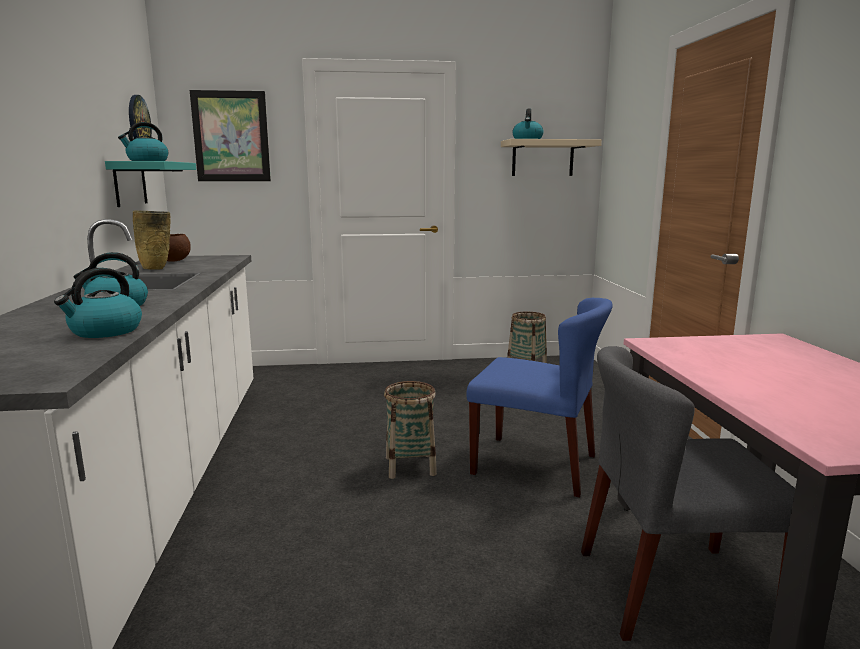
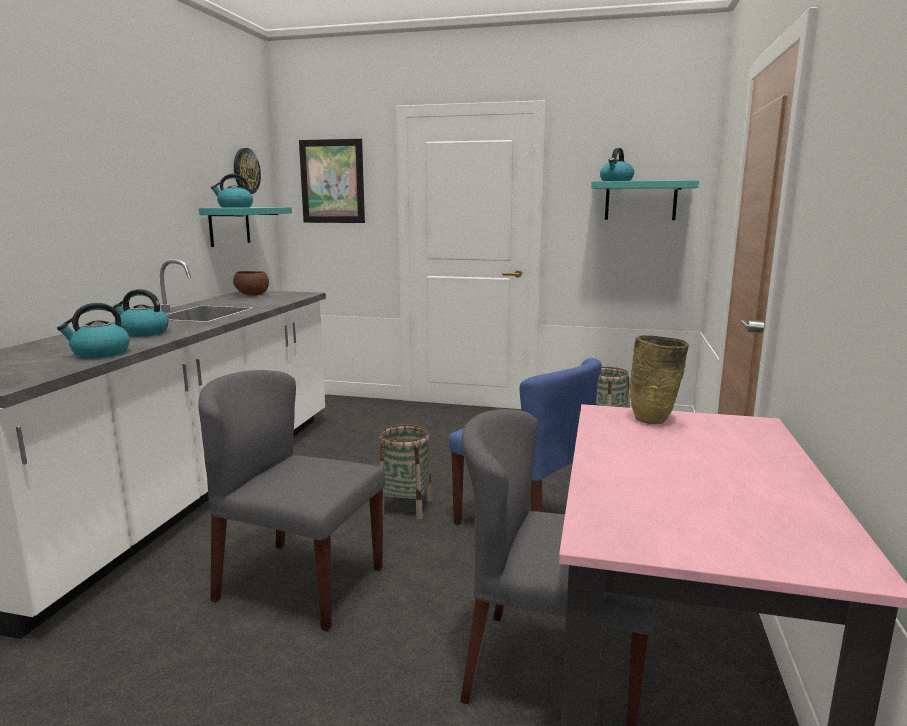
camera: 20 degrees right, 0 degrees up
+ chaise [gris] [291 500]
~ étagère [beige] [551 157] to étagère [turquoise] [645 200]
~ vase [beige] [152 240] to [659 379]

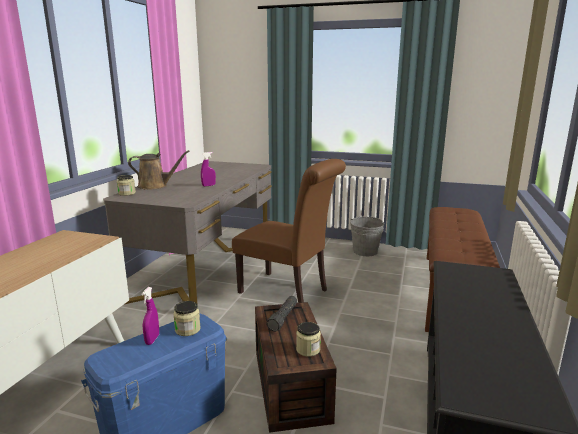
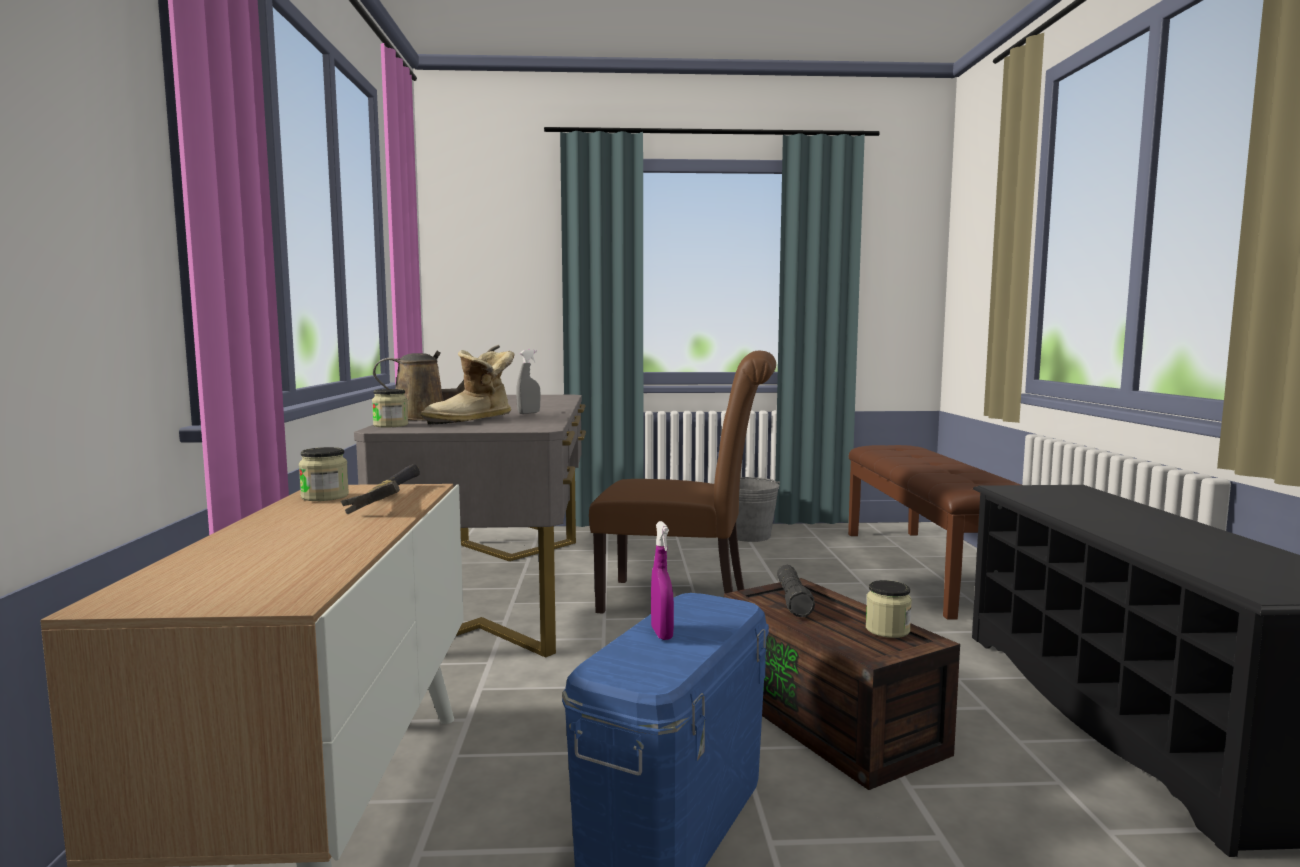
camera: 20 degrees left, 10 degrees down
~ bocal [187 318] to [324 474]
+ marteau [380 489]
+ botte [468 387]
~ vaporisateur [violet] [208 169] to vaporisateur [gris] [528 382]

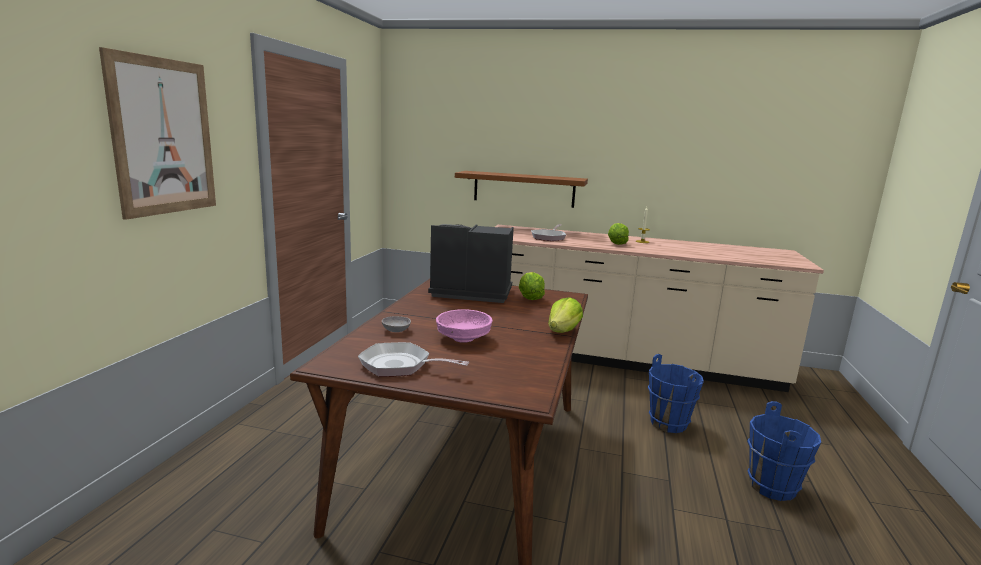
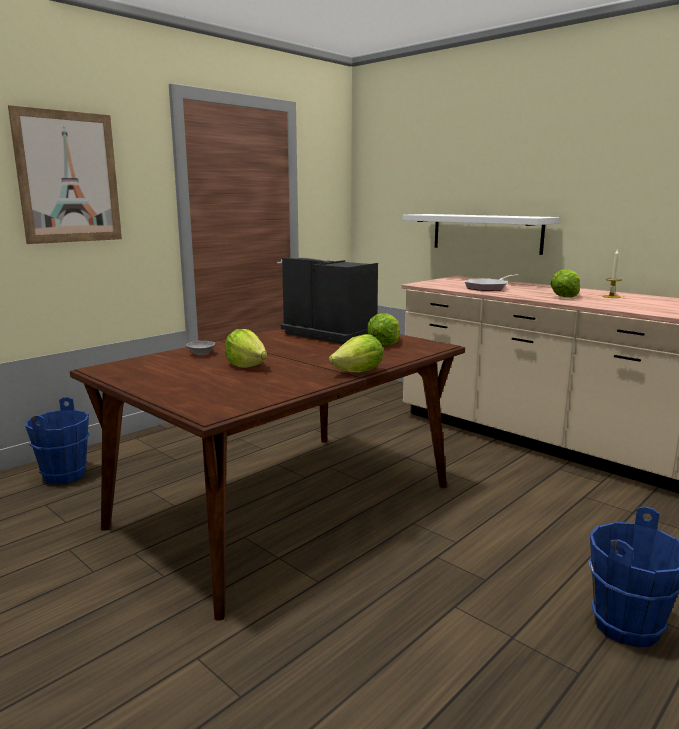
camera: 30 degrees right, 0 degrees up
~ seau [bleu] [676 393] to [57 440]
~ bol [rose] [464 326] to laitue [246 348]
~ étagère [marron] [521 189] to étagère [blanc] [481 234]
- poêle [413 359]

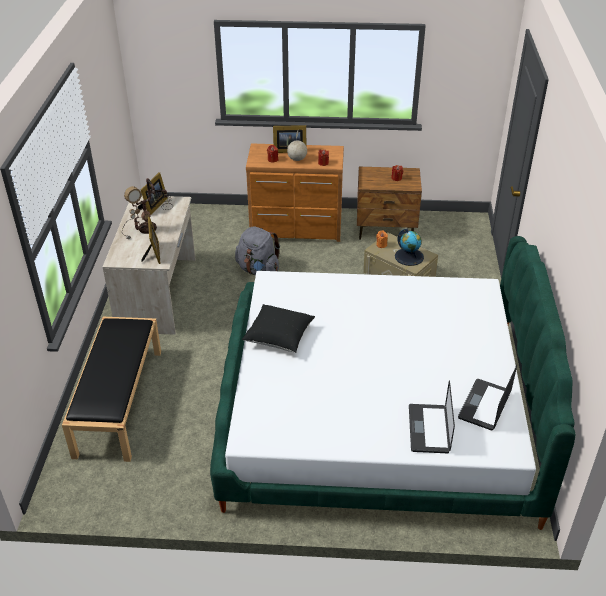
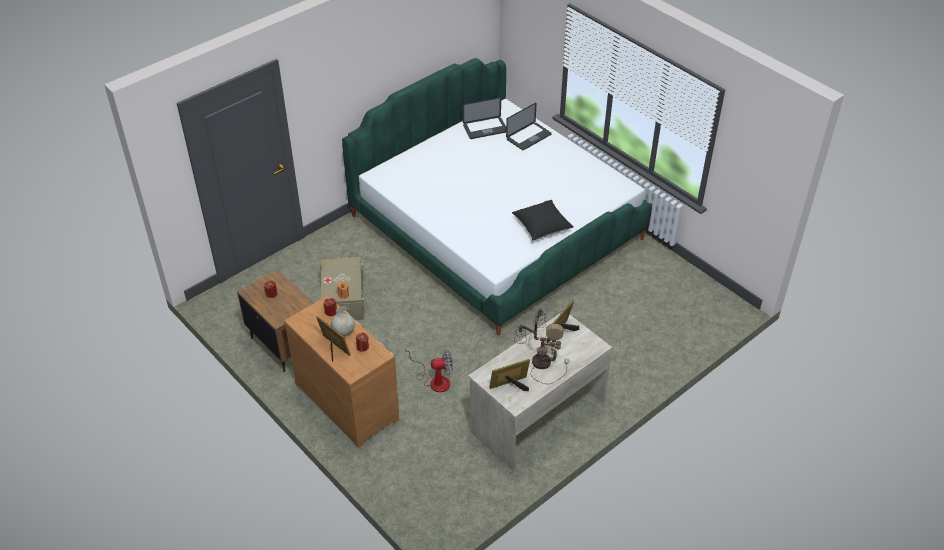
camera: 135 degrees left, 5 degrees up
~ sac à dos [gris] [257 251] to ventilateur [429 369]
- banc [noir] [111 389]
- globe [409 247]

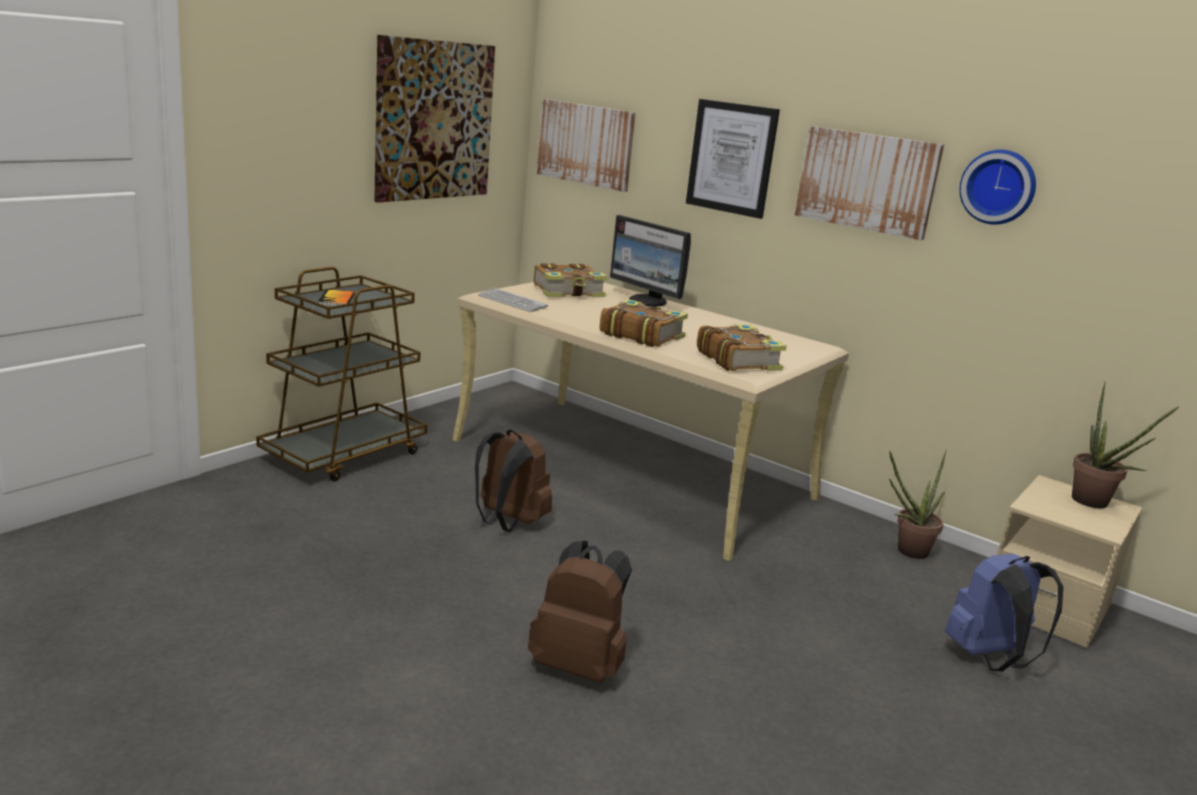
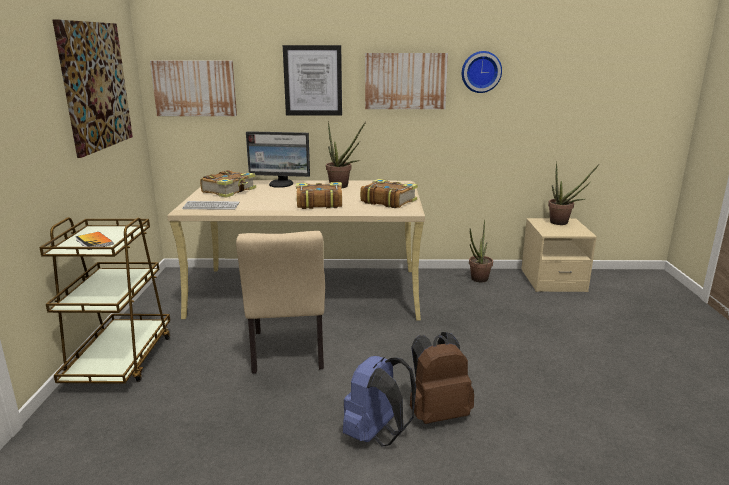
camera: 35 degrees left, 0 degrees up
~ sac à dos [marron] [513 481] to chaise [beige] [280 302]
+ plante en pot [346 154]
~ sac à dos [bleu] [1004 612] to [379 401]

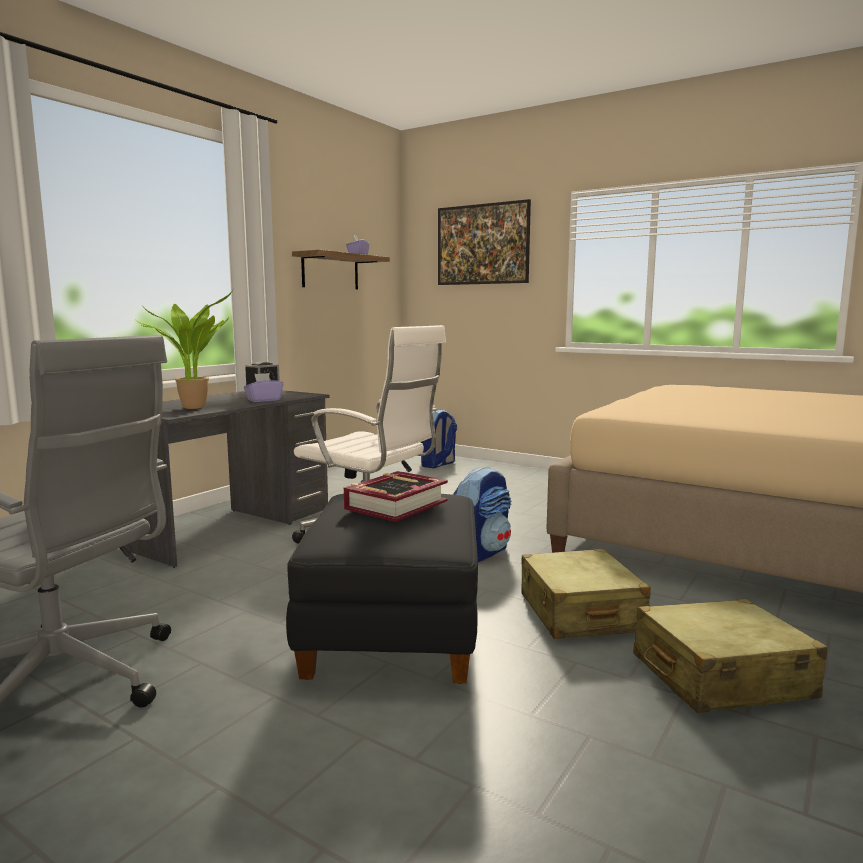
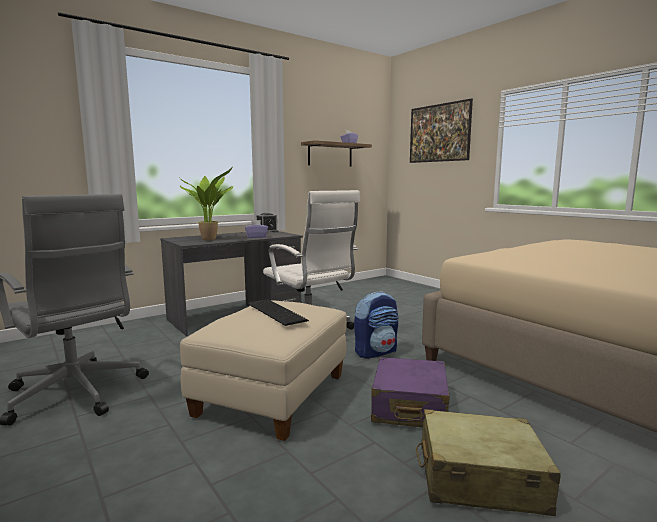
camera: 20 degrees right, 0 degrees up
~ pouf [noir] [382 589] to pouf [beige] [263 370]
~ livre [396 496] to clavier [278 312]
~ valise [beige] [586 594] to valise [violet] [410 392]
- sac à dos [439 439]

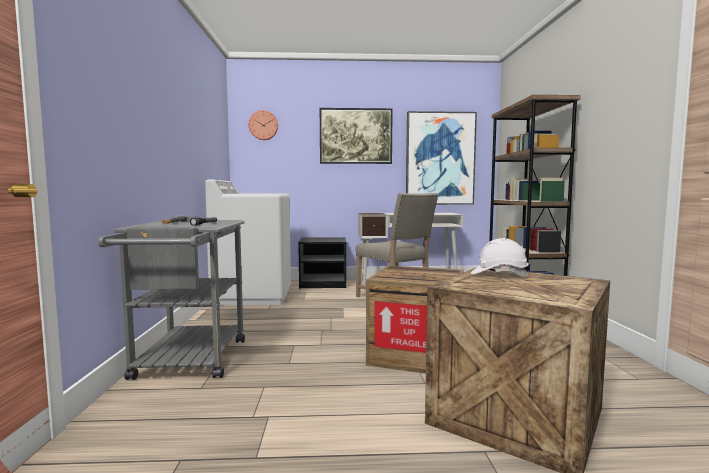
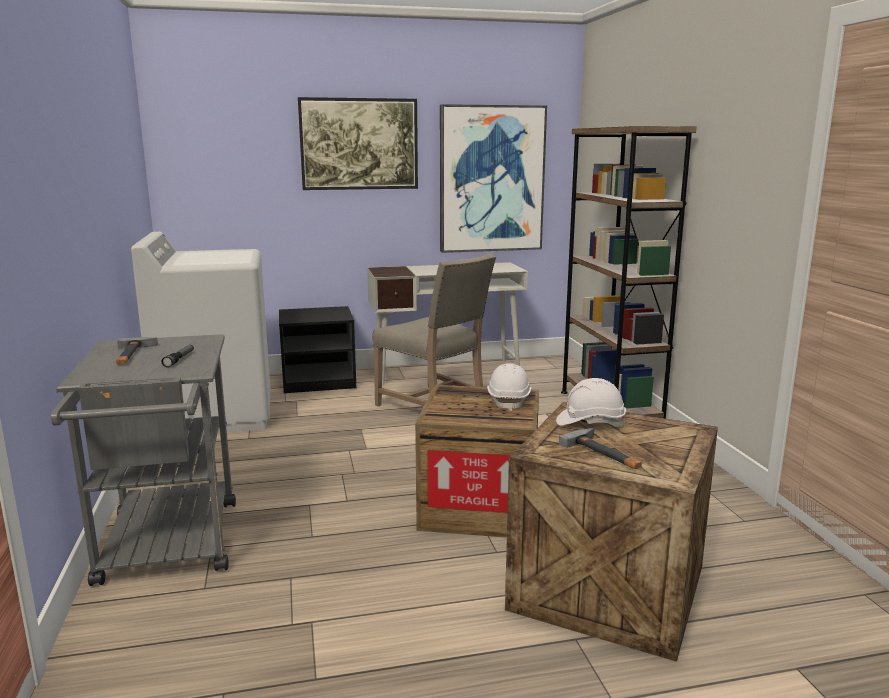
camera: 10 degrees left, 10 degrees up
+ casque de chantier [blanc] [509 387]
+ marteau [600 448]
- horloge murale [263 125]

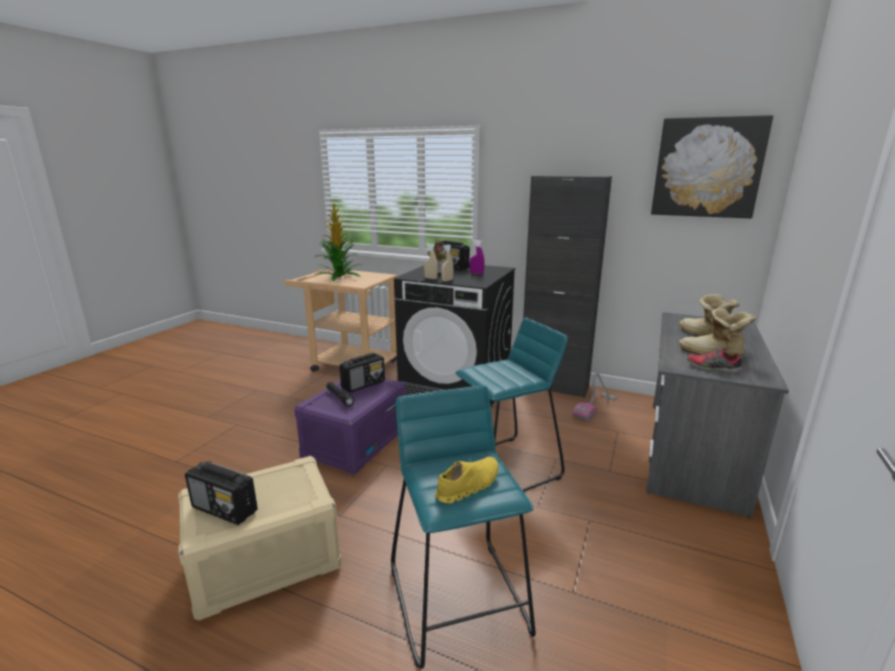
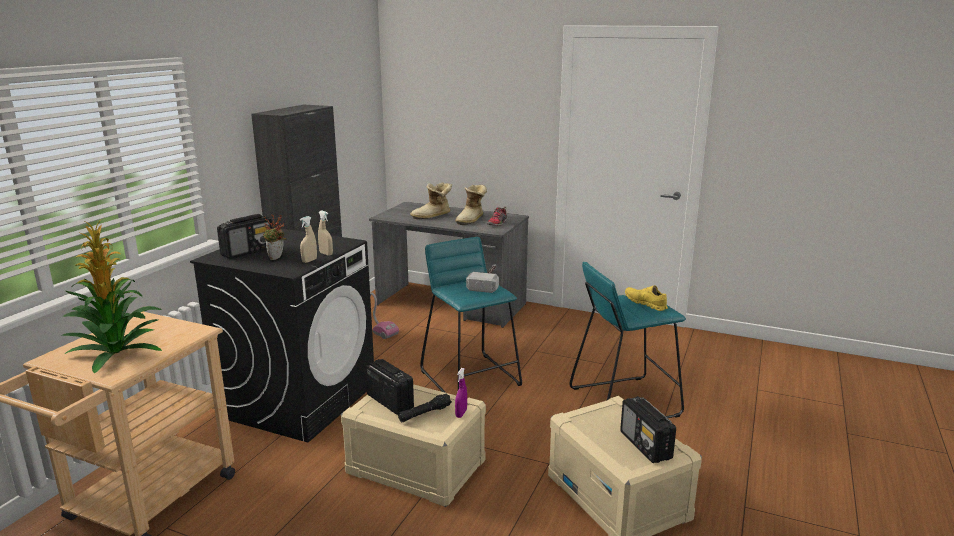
camera: 90 degrees left, 0 degrees up
~ boîte de rangement [violet] [349 427] to boîte de rangement [beige] [413 445]
~ vaporisateur [violet] [477 256] to [461 393]
+ marteau [482 278]
~ radio [221 493] = [648 429] 135 degrees clockwise
- tableau [712 166]

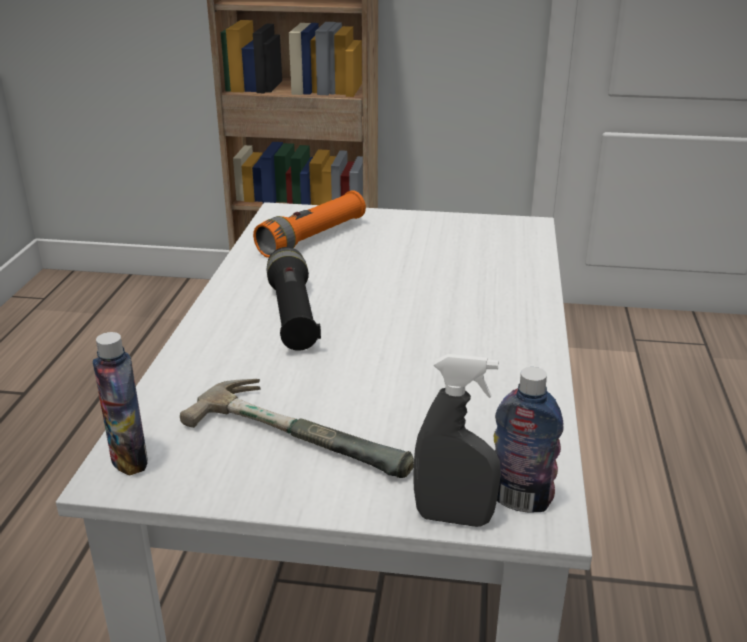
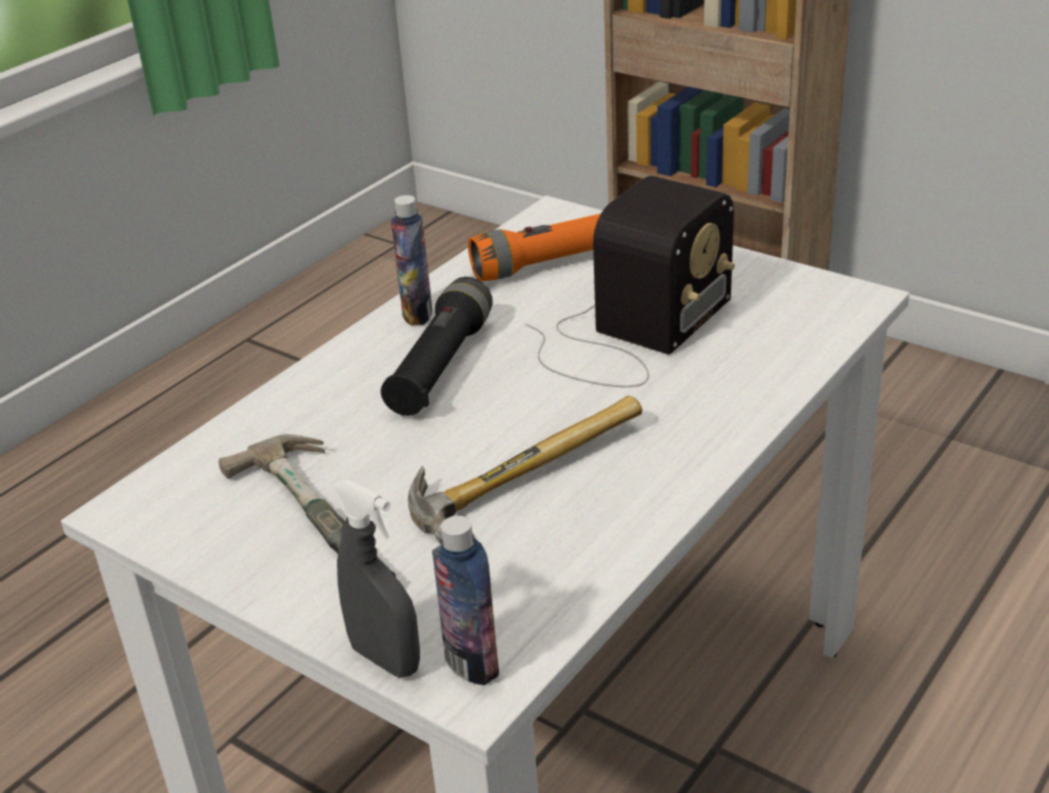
camera: 30 degrees right, 5 degrees up
~ bouteille [120 404] to [412 260]
+ marteau [525 470]
+ radio [630 281]

